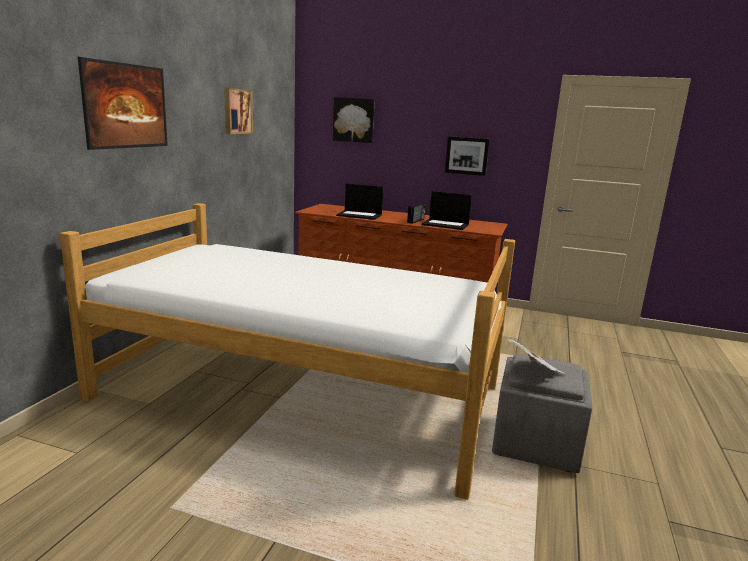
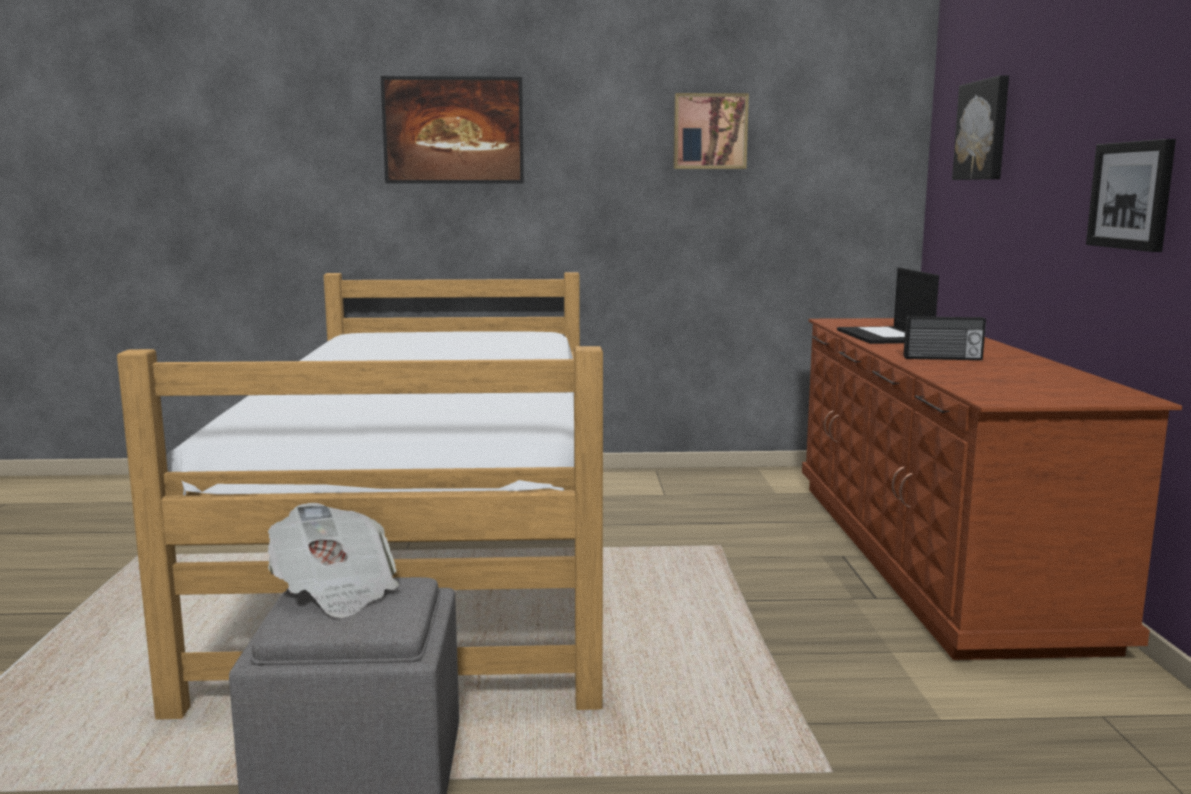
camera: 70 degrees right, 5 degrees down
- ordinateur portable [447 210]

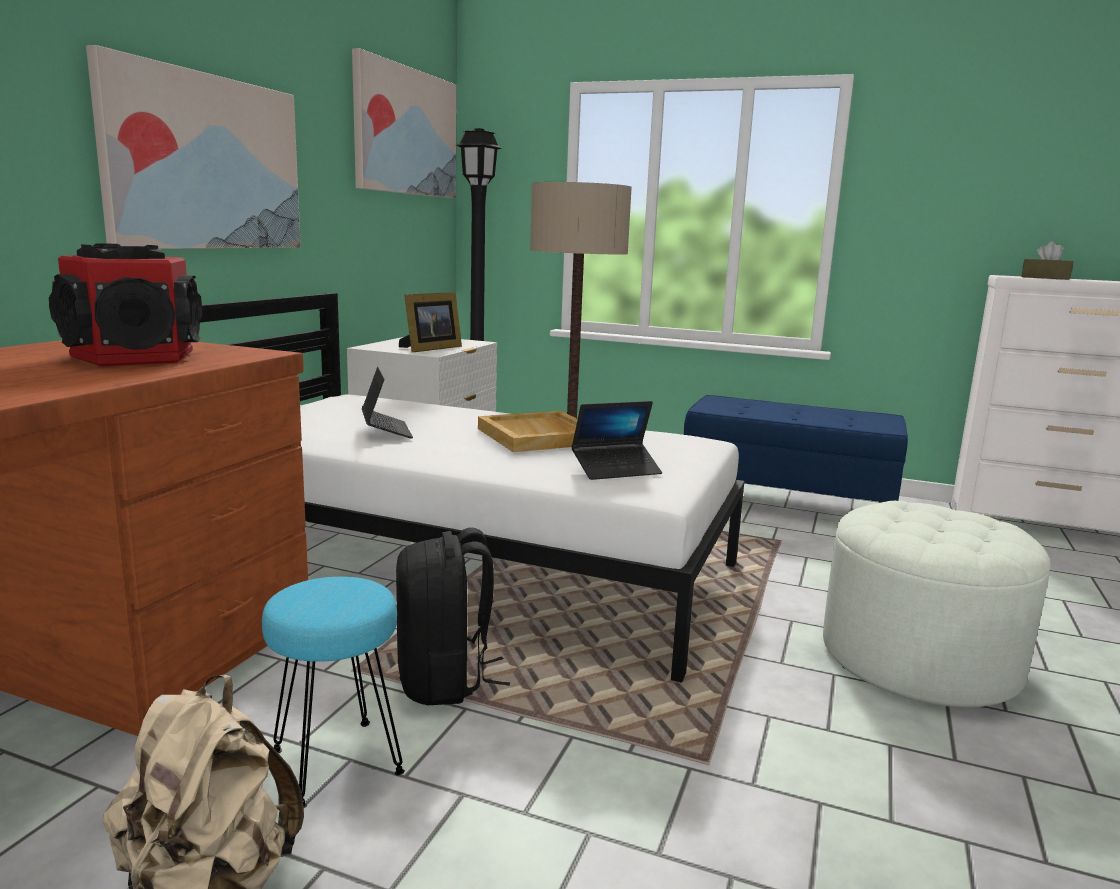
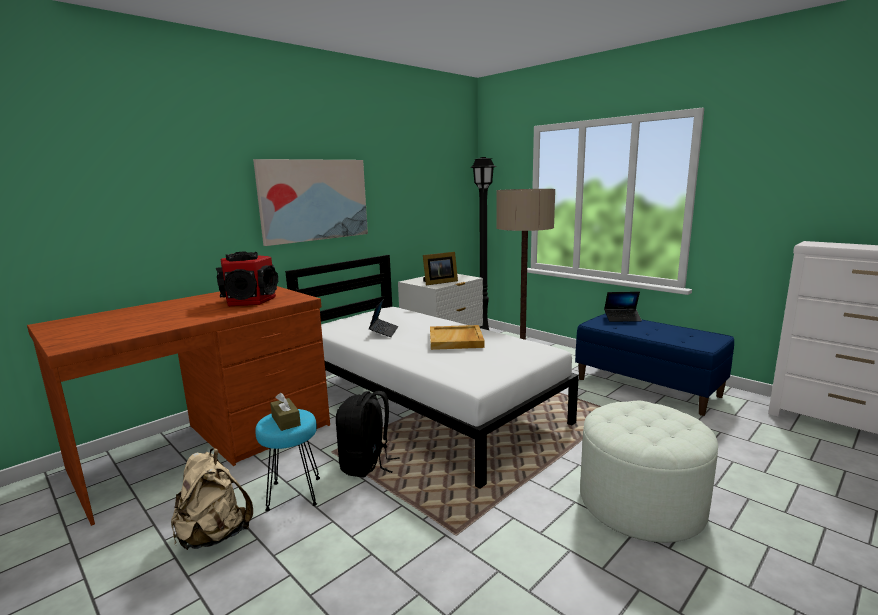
camera: 25 degrees right, 0 degrees up
~ boîte à mouchoirs [marron] [1047 261] to [285 412]
~ ordinateur portable [616 440] to [623 307]
- tableau [404 123]

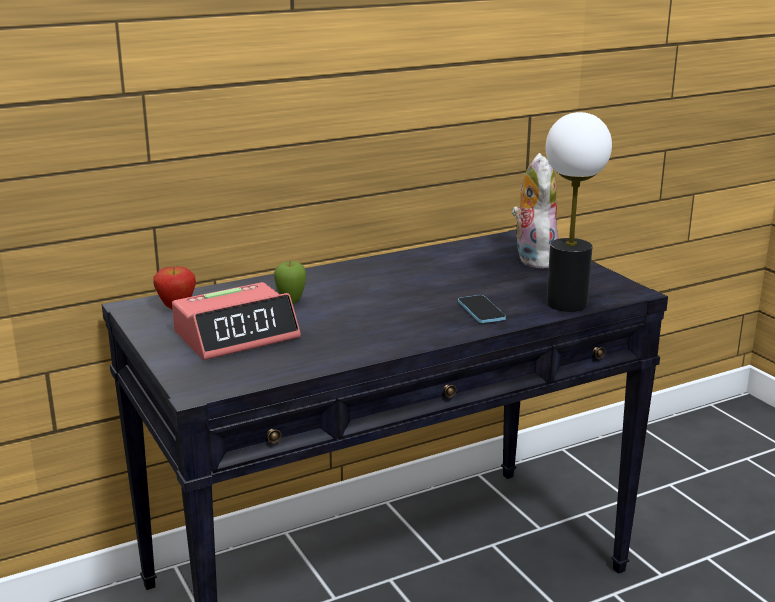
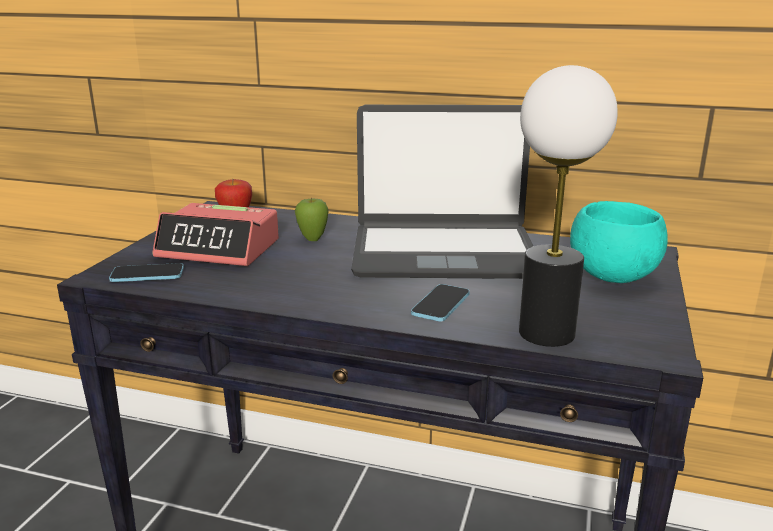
camera: 45 degrees right, 0 degrees up
+ téléphone [146 272]
+ ordinateur portable [442 192]
~ peluche [535 210] to bol [turquoise] [619 242]

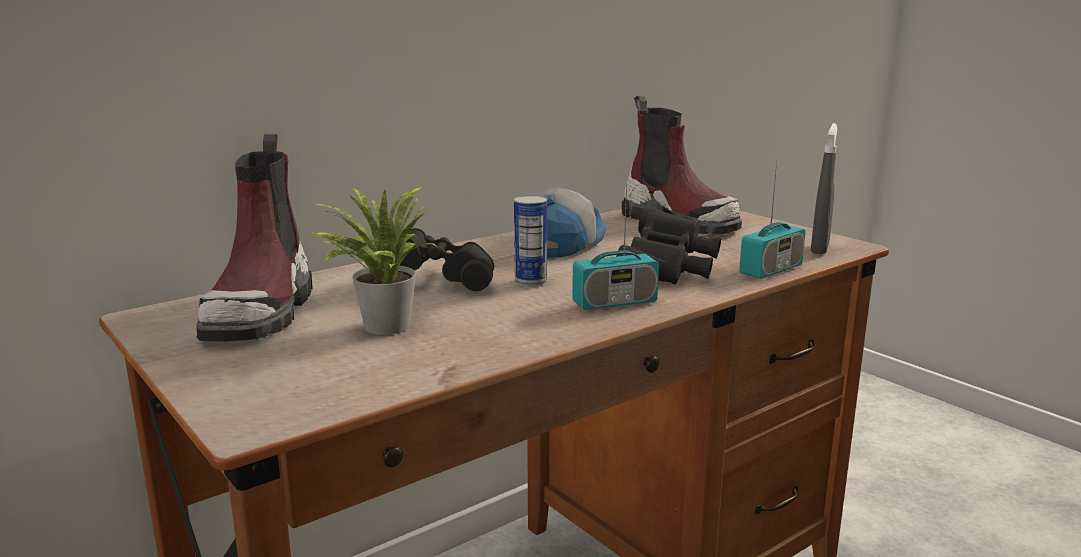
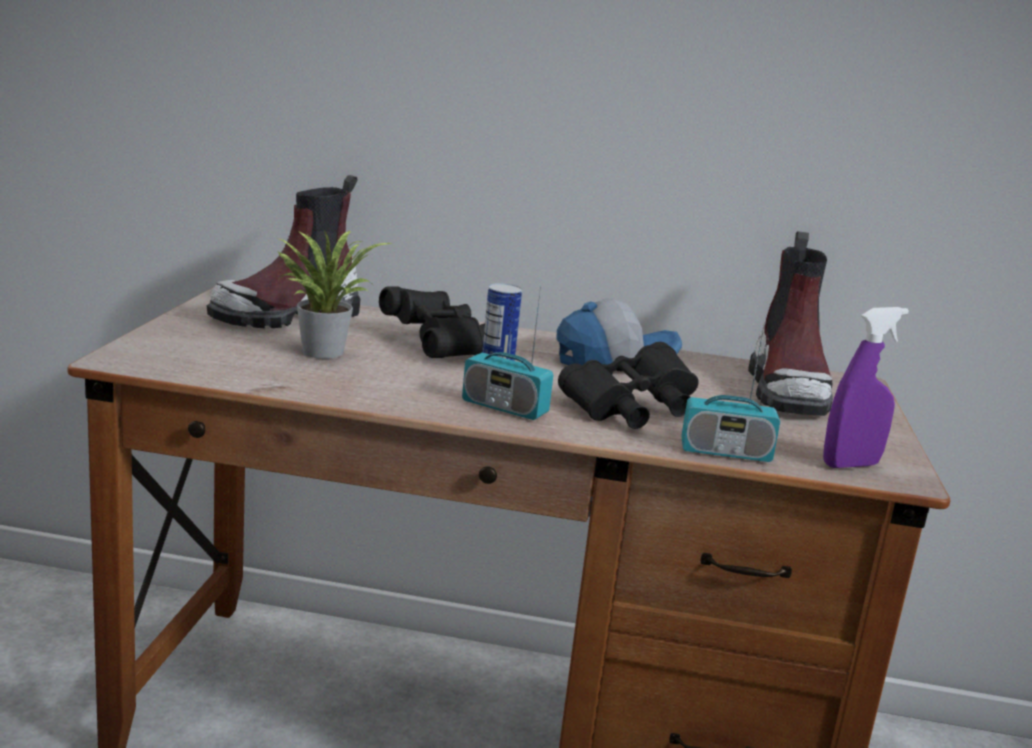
camera: 45 degrees right, 0 degrees up
~ vaporisateur [gris] [824 188] to vaporisateur [violet] [866 387]

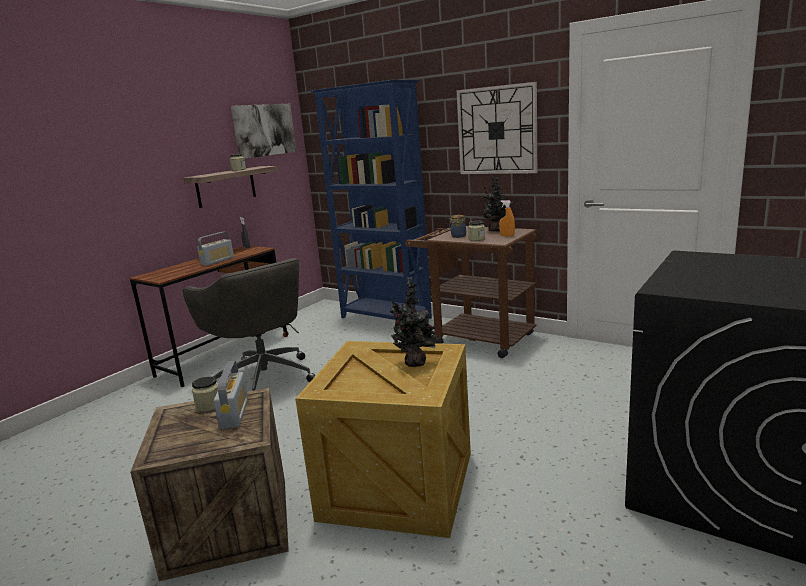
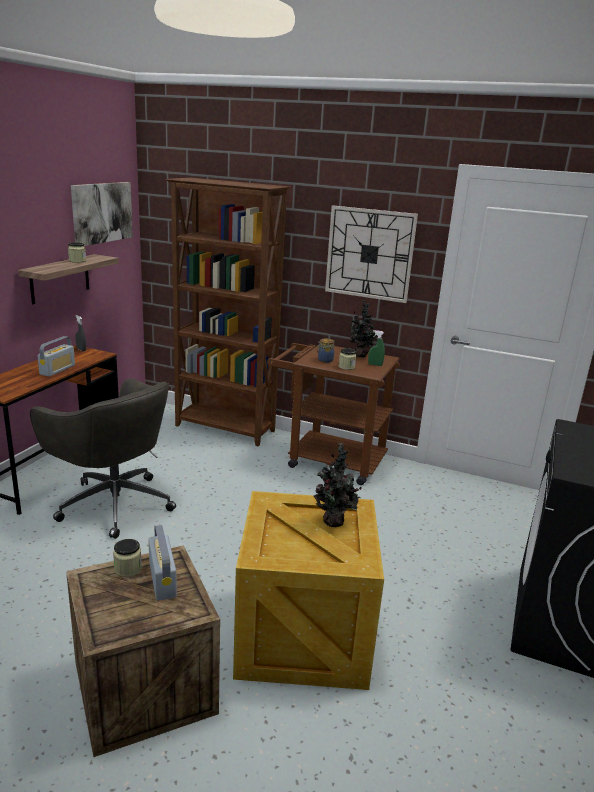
camera: 15 degrees left, 5 degrees up
~ bibliothèque [bleu] [371 205] to bibliothèque [marron] [228 312]
~ vaporisateur [orange] [507 218] to vaporisateur [vert] [376 348]

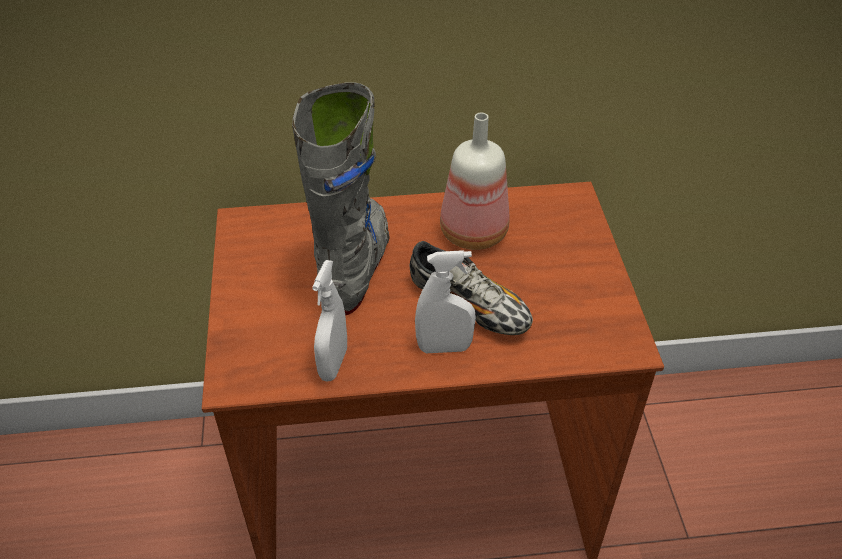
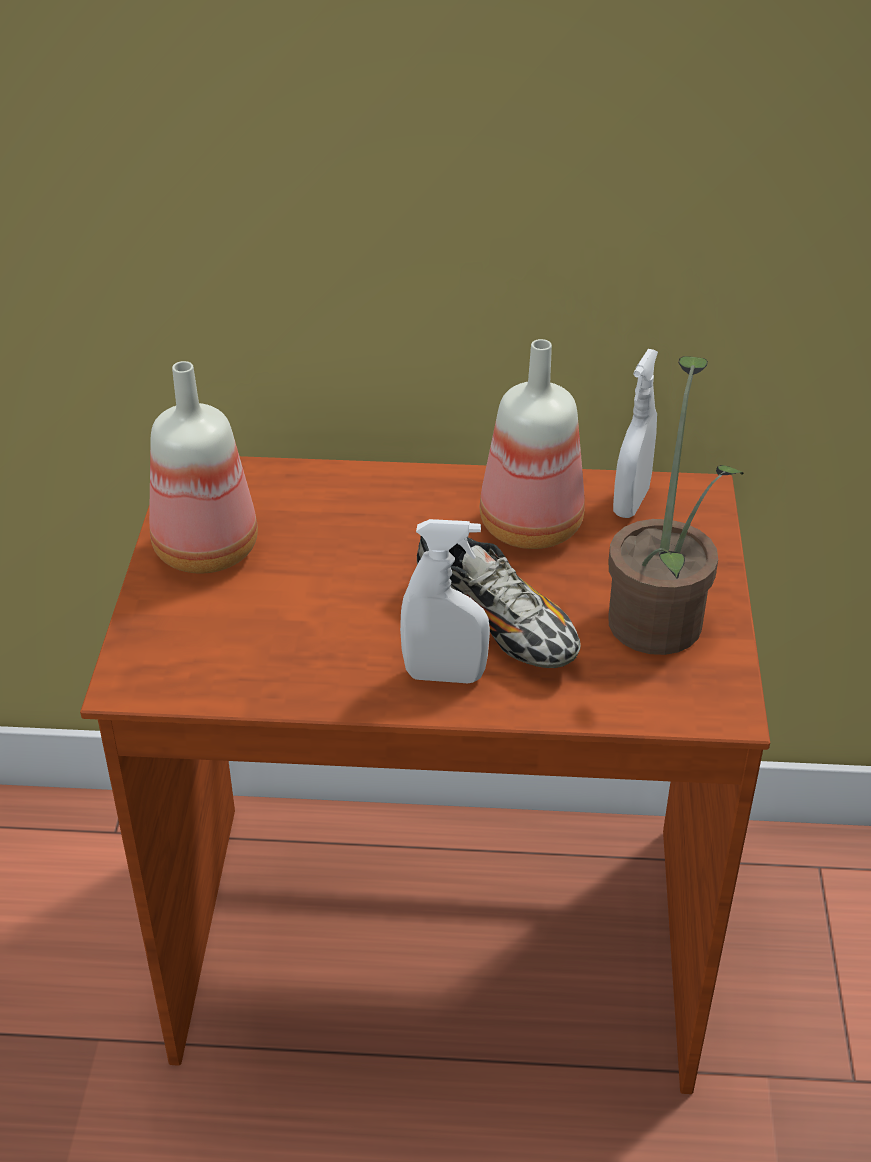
camera: 10 degrees right, 5 degrees down
+ bouteille [203 467]
+ plante en pot [676 505]
~ vaporisateur [blanc] [329 321] to [635 433]
- botte [gris] [341 198]

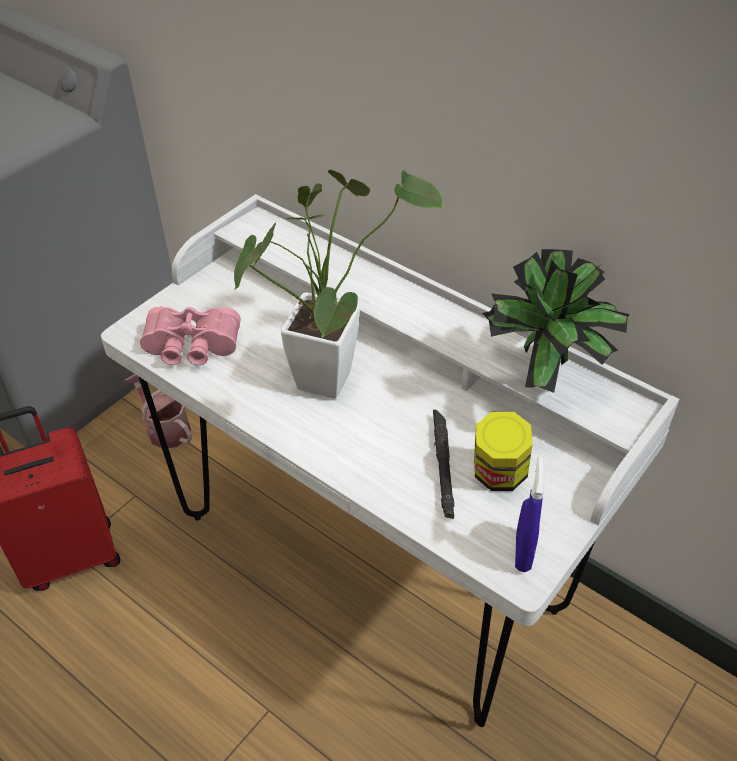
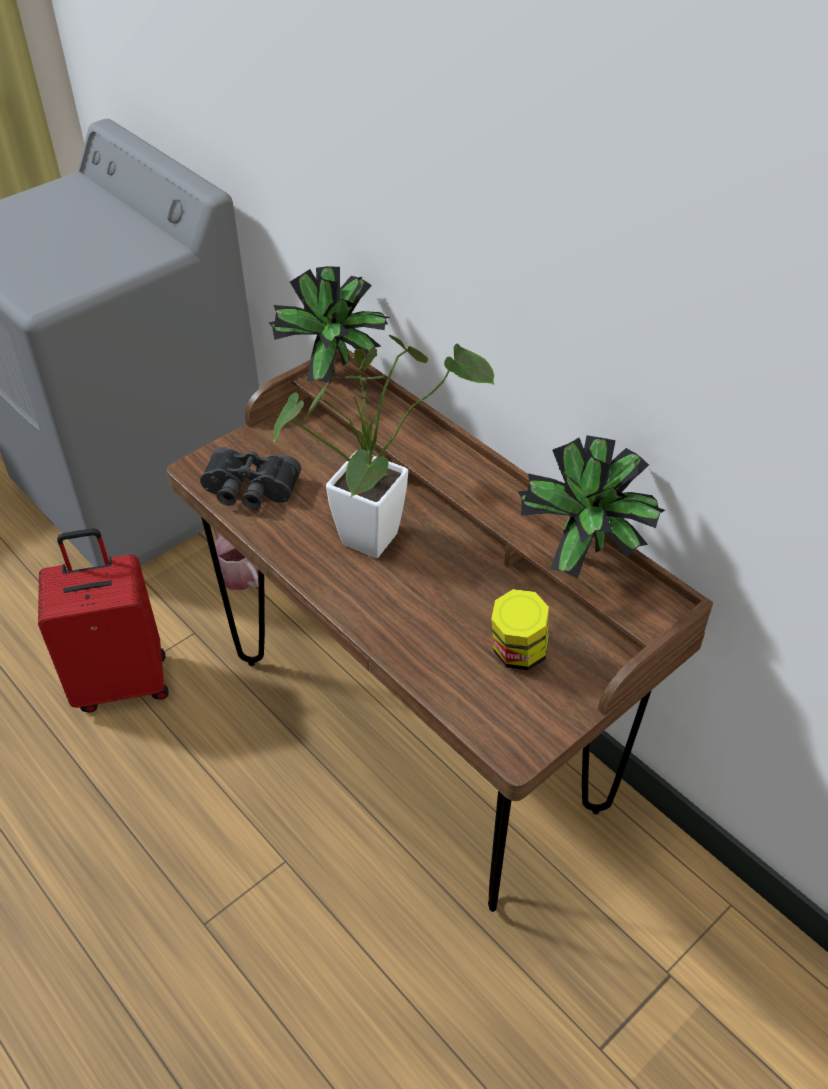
camera: 10 degrees right, 0 degrees up
~ bureau [blanc] [390 460] to bureau [marron] [440 630]
~ jumelles [rose] [190 336] to jumelles [noir] [250 478]
+ plante en pot [329 325]
- lampe de poche [noir] [443 464]
- vaporisateur [bleu] [530 514]

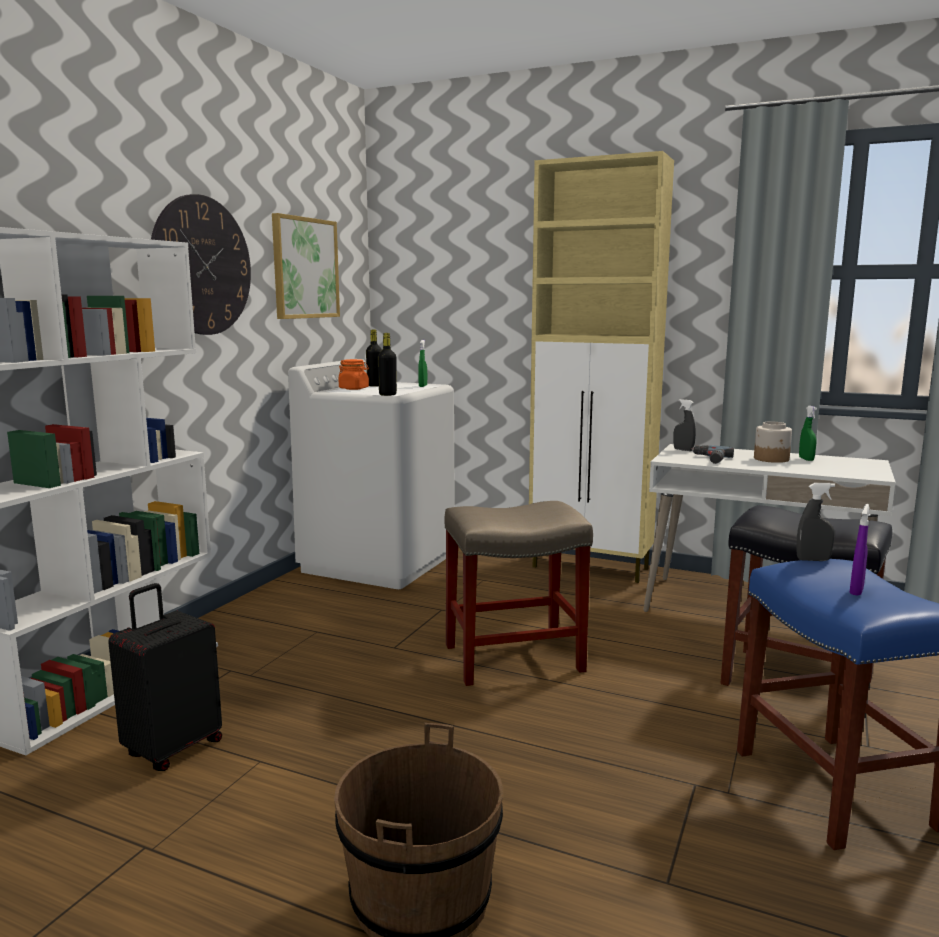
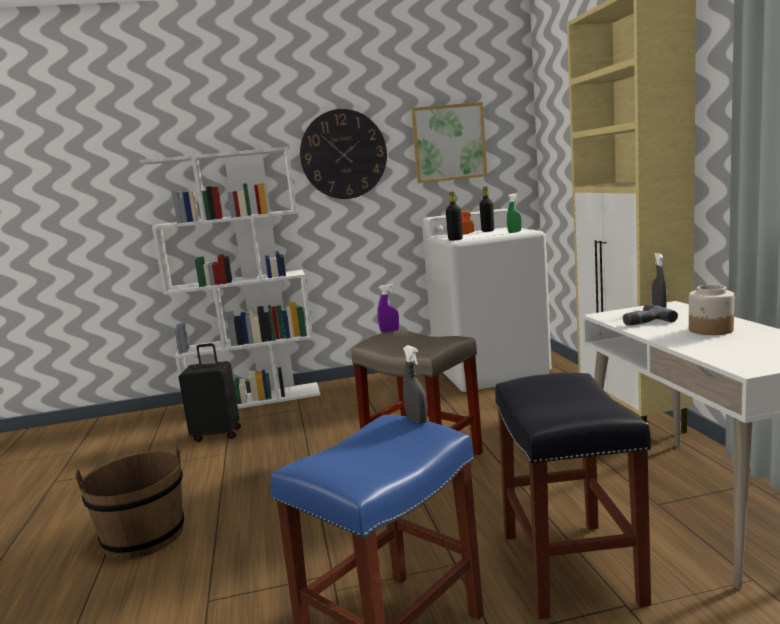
camera: 55 degrees right, 0 degrees up
~ vaporisateur [violet] [859 550] to [388 308]
- vaporisateur [vert] [808 433]

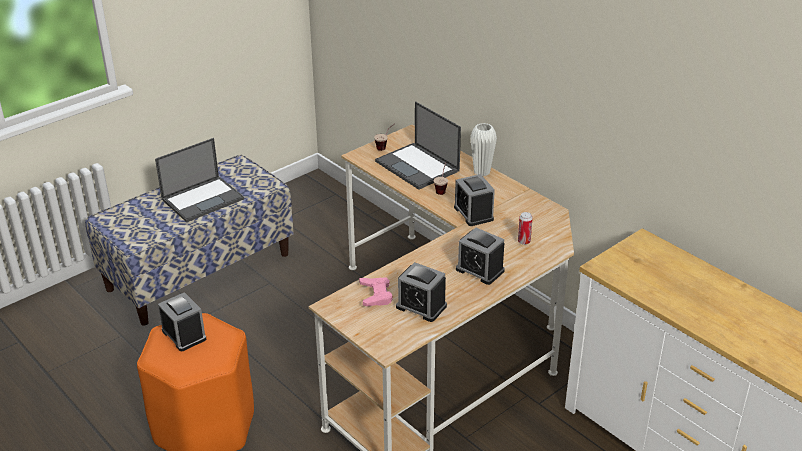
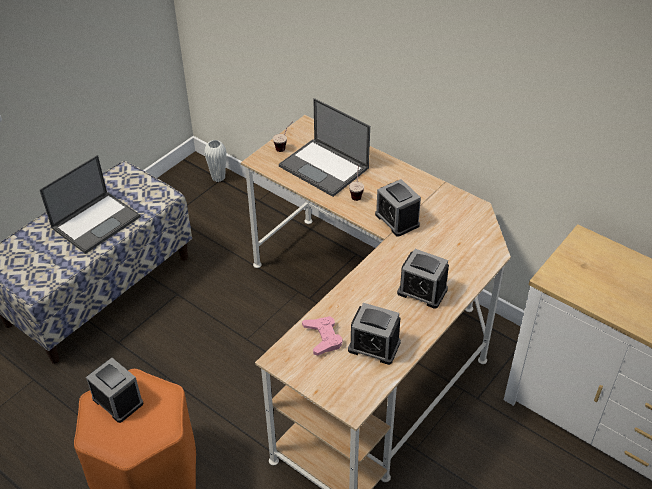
camera: 10 degrees left, 10 degrees up
~ vase [blanc] [483 149] to [215 161]
- boîte métallique [525 228]

